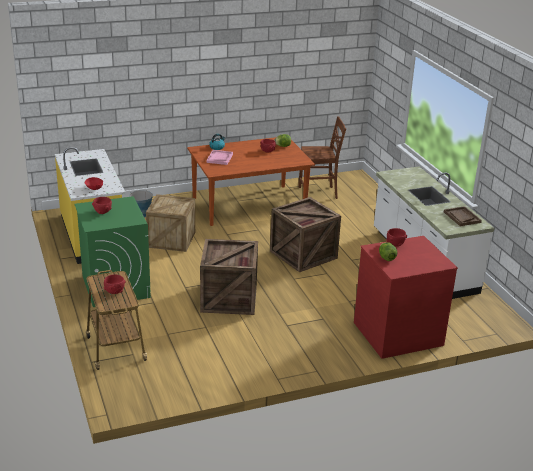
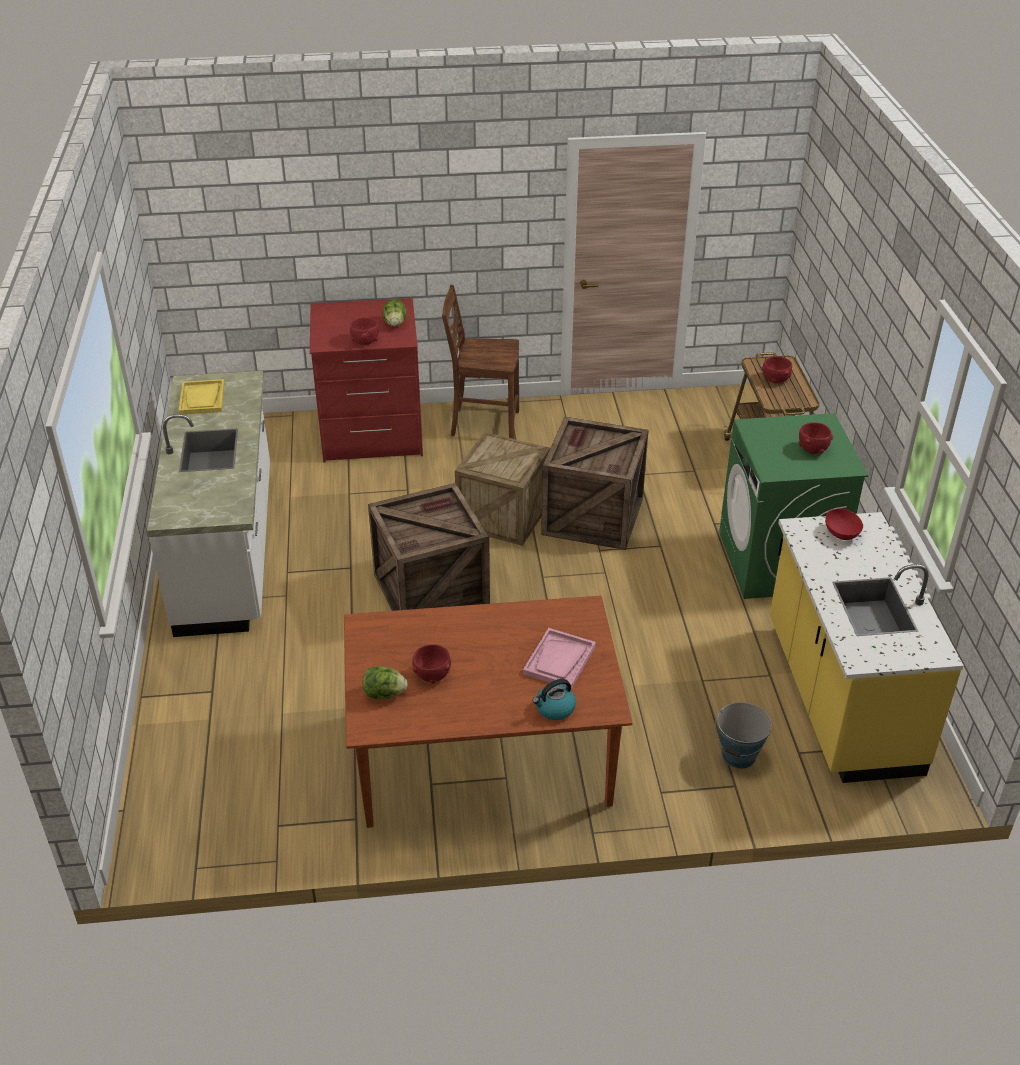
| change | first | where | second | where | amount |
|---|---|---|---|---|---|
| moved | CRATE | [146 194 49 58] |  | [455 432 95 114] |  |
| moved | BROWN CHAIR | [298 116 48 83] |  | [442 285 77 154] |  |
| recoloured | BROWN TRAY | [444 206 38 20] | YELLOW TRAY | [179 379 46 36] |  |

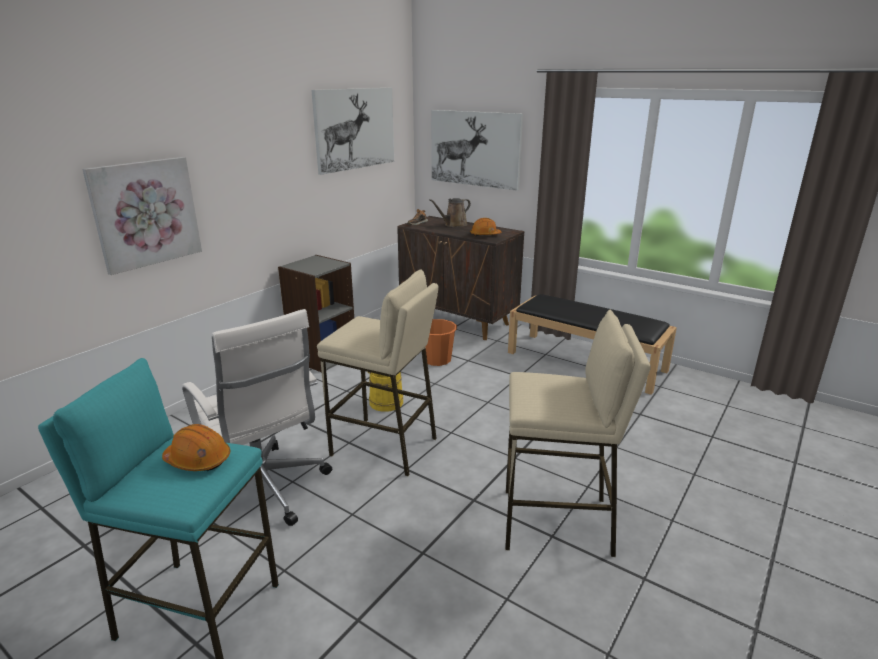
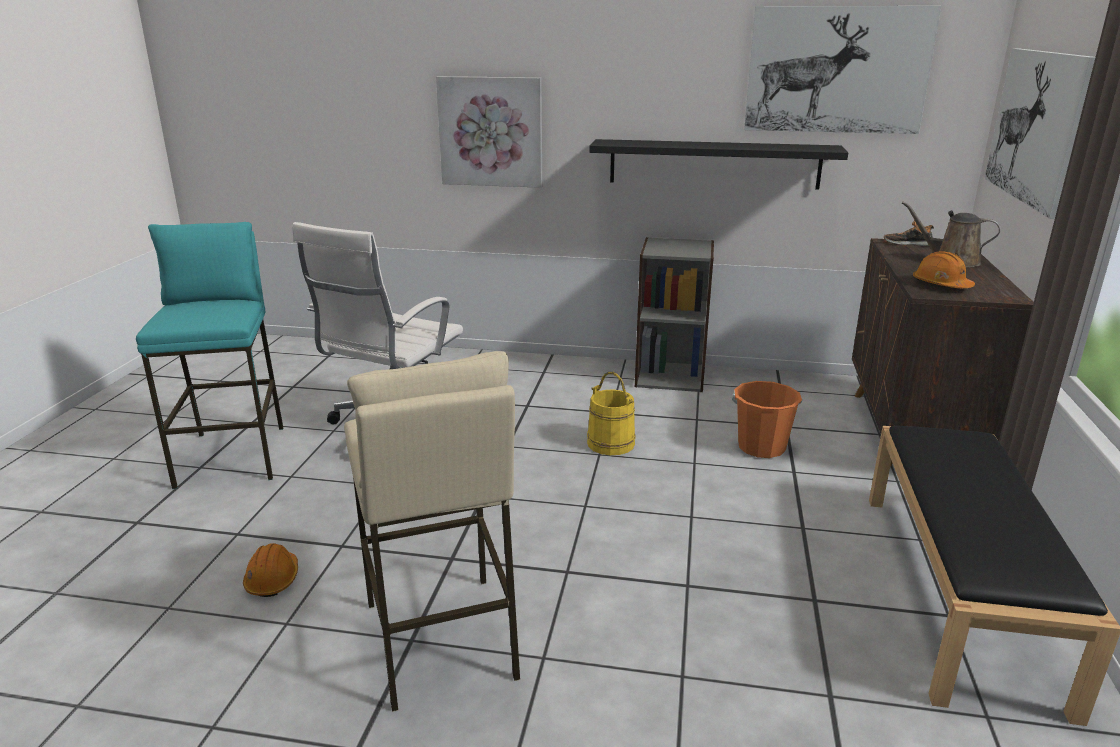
| change | first | where | second | where | amount |
|---|---|---|---|---|---|
| moved | ORANGE HARD HAT | [162 424 68 47] |  | [243 543 55 54] |  |
| removed | BEIGE STOOL | [317 269 122 207] |  |  |  |
| added |  |  | BLACK SHELF | [589 139 259 50] |  |

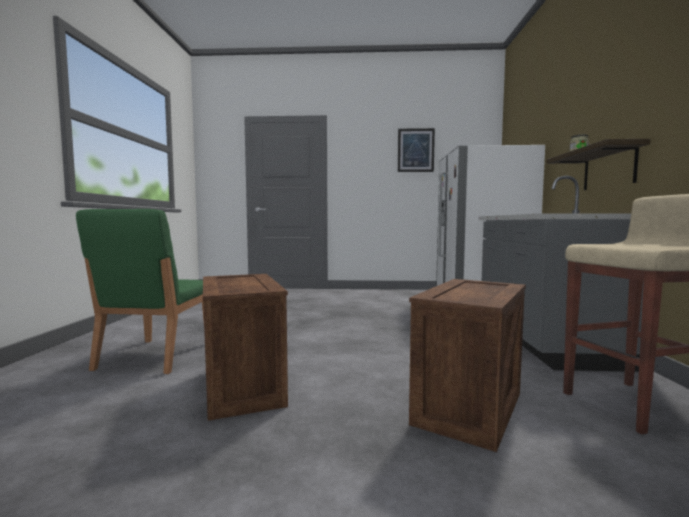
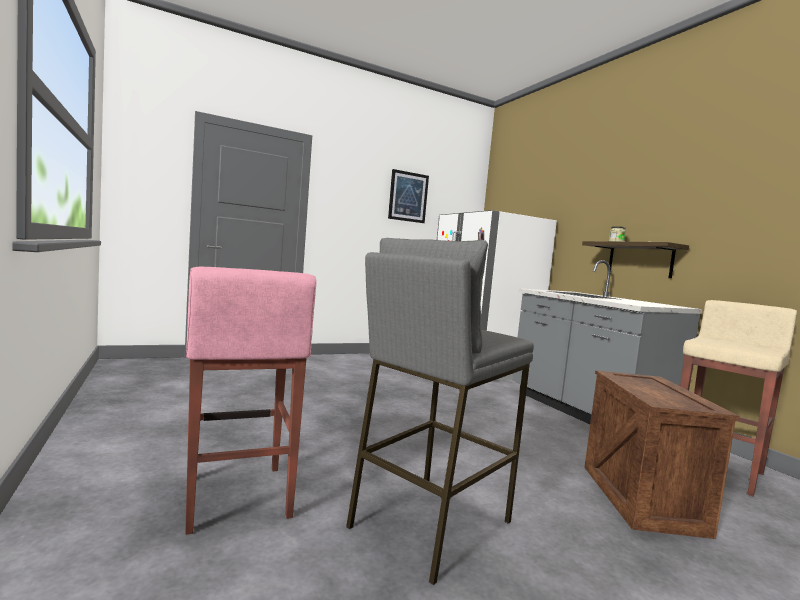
| change | first | where | second | where | amount |
|---|---|---|---|---|---|
| replaced | GREEN CHAIR | [76 209 128 165] | PINK STOOL | [185 267 132 268] |  |
| replaced | CRATE | [203 274 85 147] | GREY STOOL | [346 238 188 347] |  |

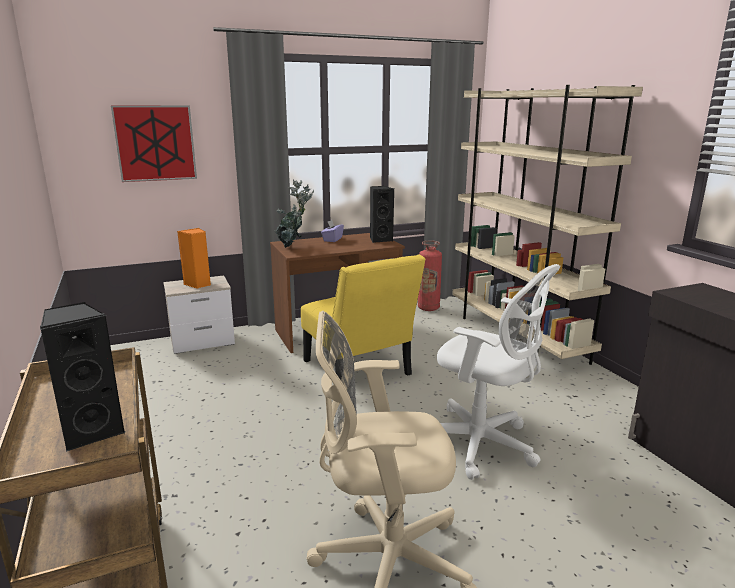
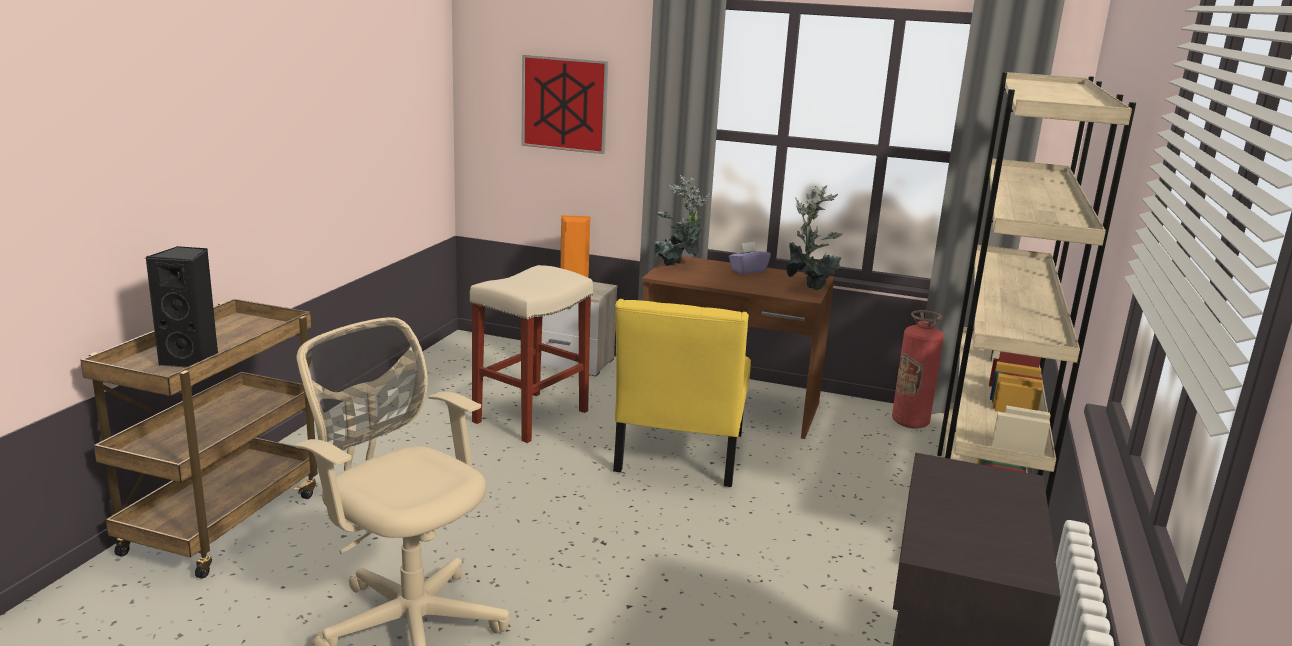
| change | first | where | second | where | amount |
|---|---|---|---|---|---|
| replaced | BLACK SPEAKER | [370 186 24 57] | POTTED PLANT | [786 185 57 106] |  |
| removed | WHITE OFFICE CHAIR | [437 264 124 216] |  |  |  |
| added |  |  | BEIGE STOOL | [470 265 123 178] |  |

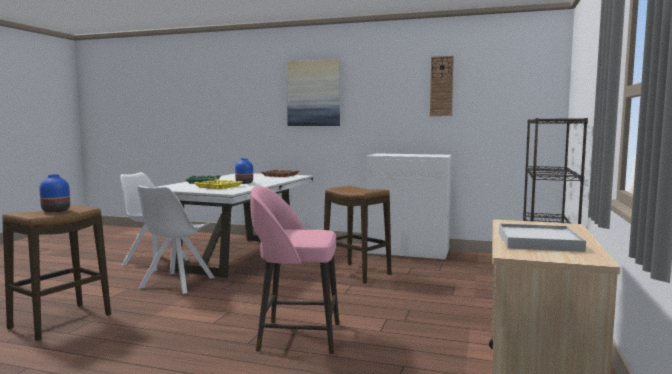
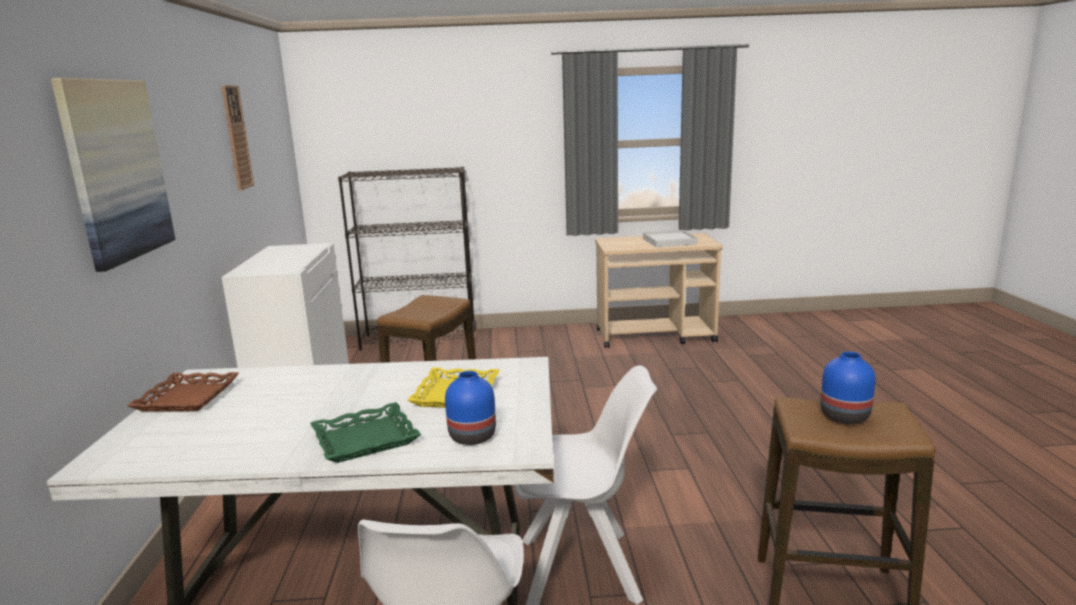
| change | first | where | second | where | amount |
|---|---|---|---|---|---|
| moved | BLUE VASE | [235 158 18 26] |  | [445 371 51 74] |  |
| removed | PINK STOOL | [250 186 89 169] |  |  |  |

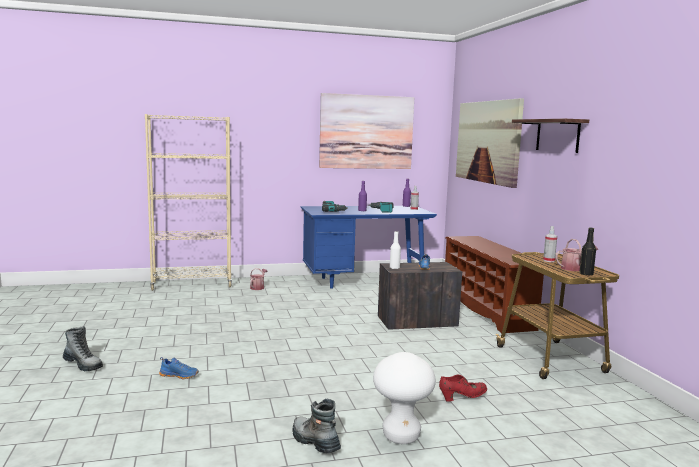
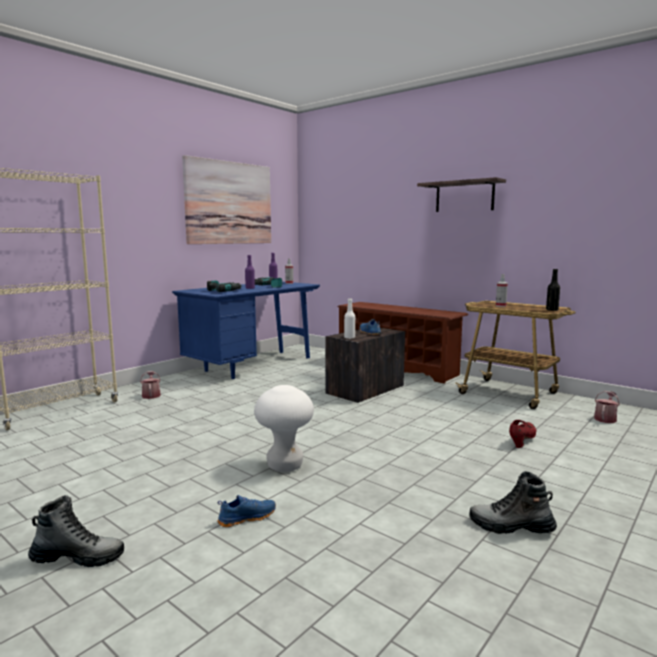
| change | first | where | second | where | amount |
|---|---|---|---|---|---|
| moved | WHITE STOOL | [373 352 63 92] |  | [254 385 60 87] |  |
| removed | PICTURE | [456 98 68 90] |  |  |  |
| moved | WATERING CAN | [555 239 43 32] |  | [594 391 26 32] |  |

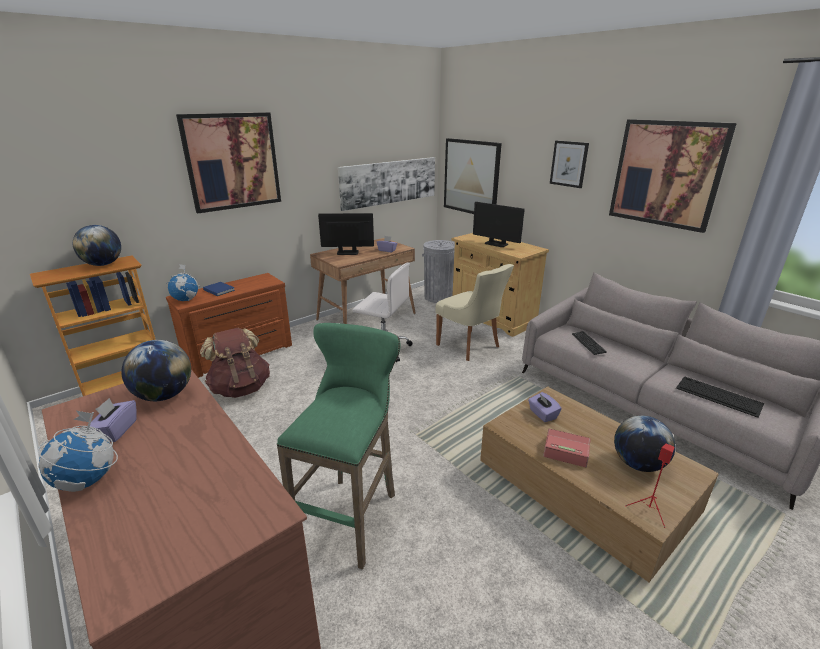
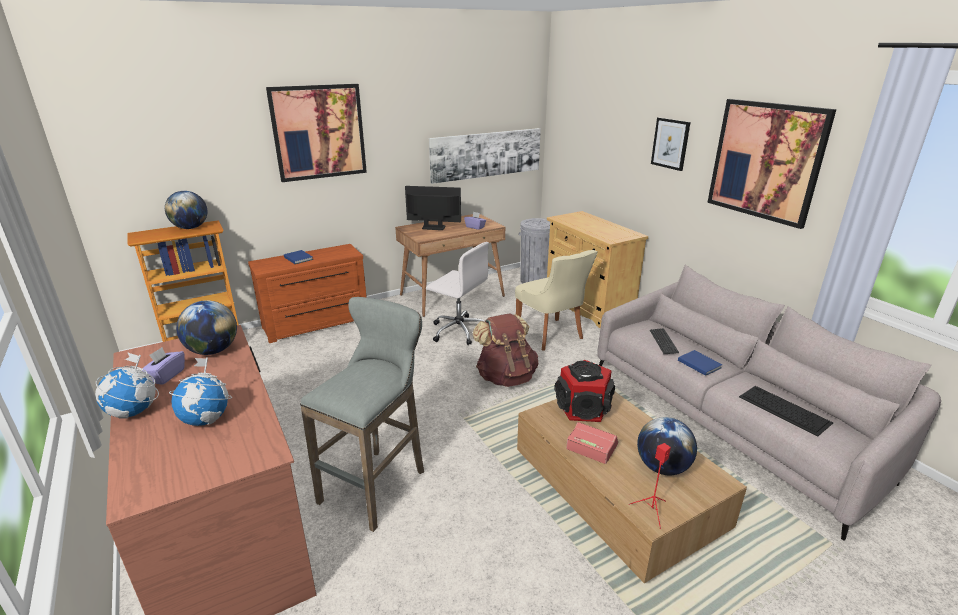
| change | first | where | second | where | amount |
|---|---|---|---|---|---|
| moved | GLOBE | [166 264 33 37] |  | [169 357 63 69] |  |
| moved | BROWN BACKPACK | [200 328 70 70] |  | [473 313 65 74] |  |
| recoloured | GREEN STOOL | [277 323 123 246] | GREY STOOL | [300 297 124 235] |  |
| removed | PICTURE | [444 138 58 76] |  |  |  |
| removed | MONITOR | [473 202 52 45] |  |  |  |
| replaced | PURPLE TISSUE BOX | [528 392 34 30] | SPEAKER | [555 360 60 62] |  |
| added |  |  | BLUE BOOK | [678 350 45 26] |  |

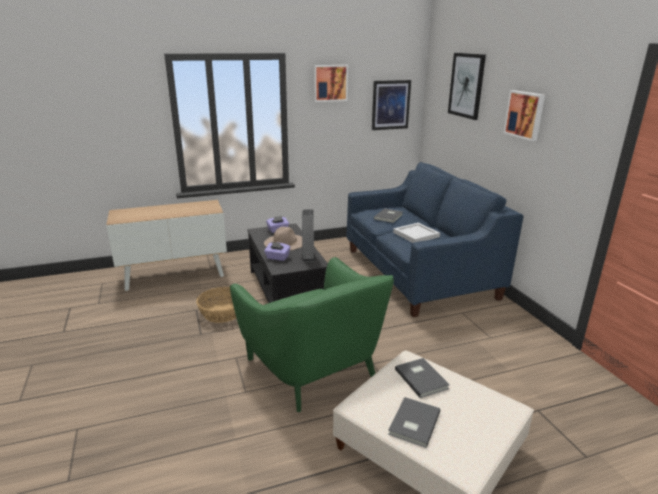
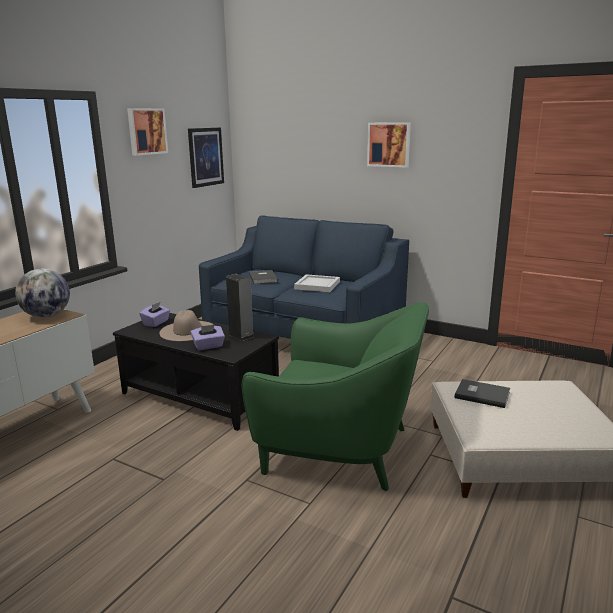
| change | first | where | second | where | amount |
|---|---|---|---|---|---|
| removed | BASKET | [196 287 40 36] |  |  |  |
| removed | GREY BOOK | [388 397 53 51] |  |  |  |
| removed | PICTURE | [448 53 38 67] |  |  |  |
| added |  |  | GLOBE | [15 268 55 50] |  |

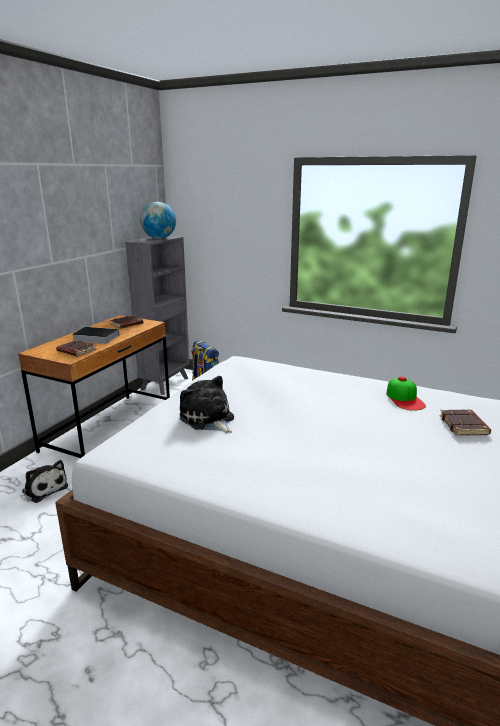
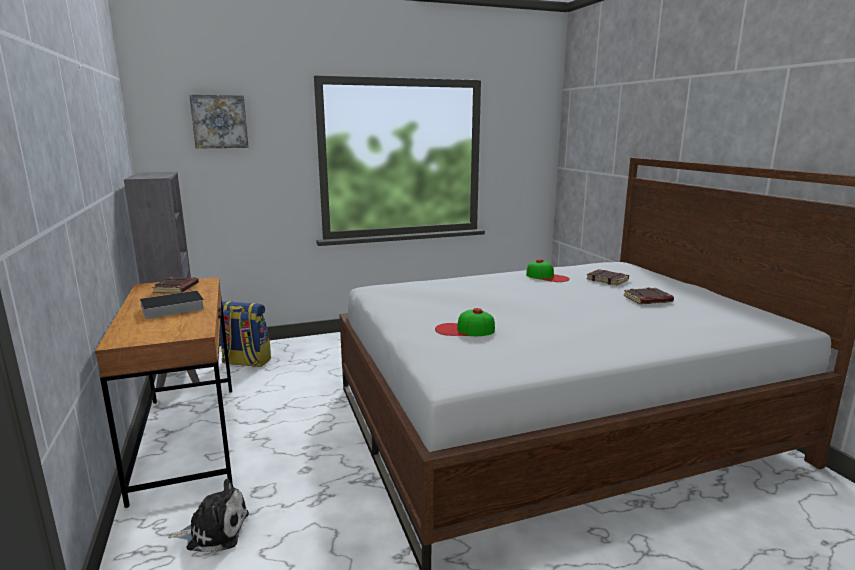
| change | first | where | second | where | amount |
|---|---|---|---|---|---|
| moved | BROWN BOOK | [56 340 41 17] |  | [623 287 51 17] |  |
| removed | GLOBE | [140 202 36 37] |  |  |  |
| replaced | PLUSH TOY | [180 376 54 57] | CAP | [435 308 60 28] |  |
| added |  |  | PICTURE | [189 95 59 54] |  |

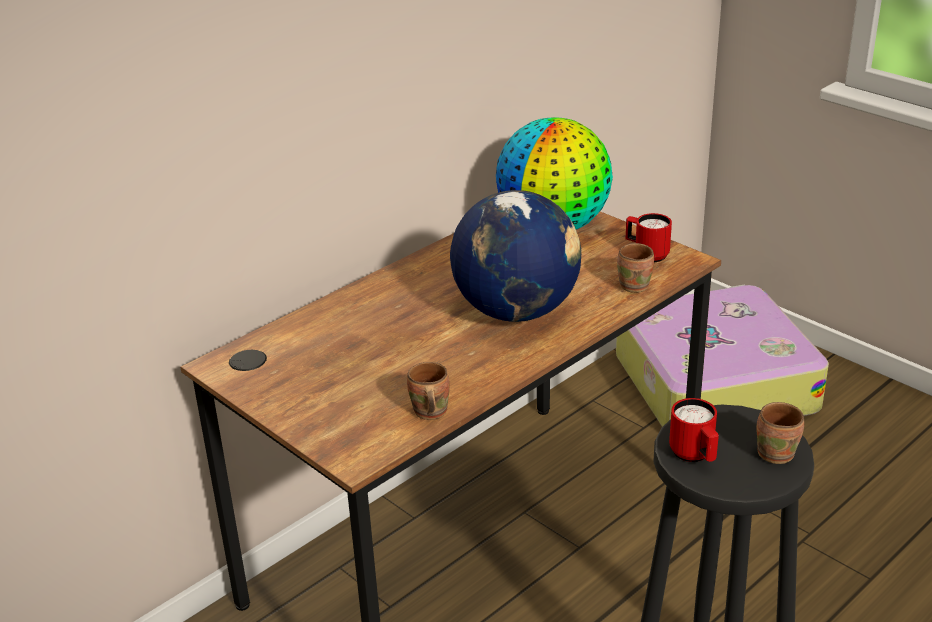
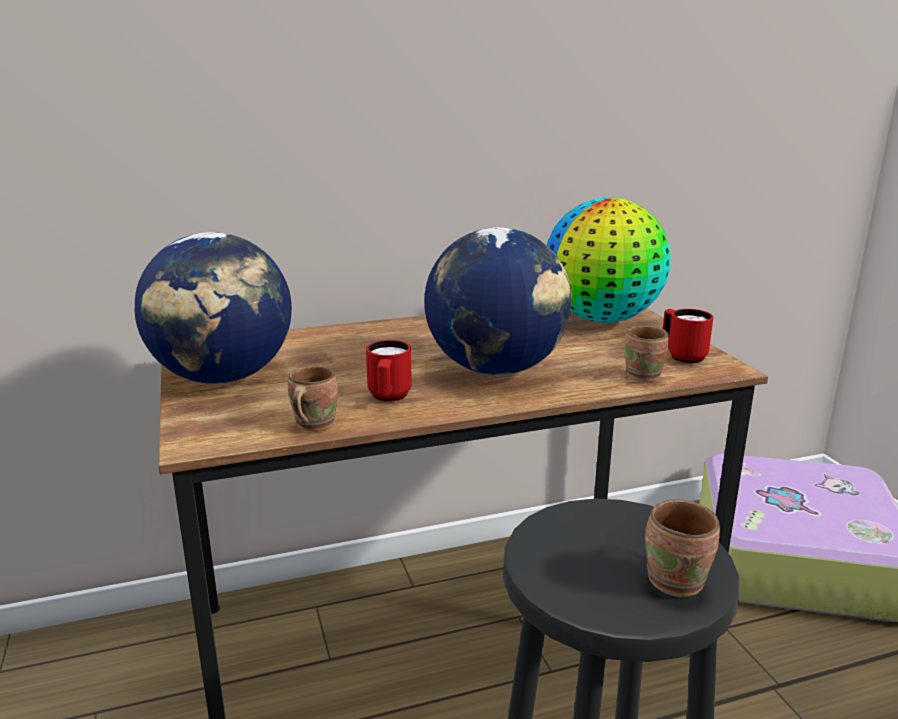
| change | first | where | second | where | amount |
|---|---|---|---|---|---|
| moved | RED MUG | [669 398 50 64] |  | [366 340 46 62] |  |
| added |  |  | GLOBE | [135 232 157 152] |  |

